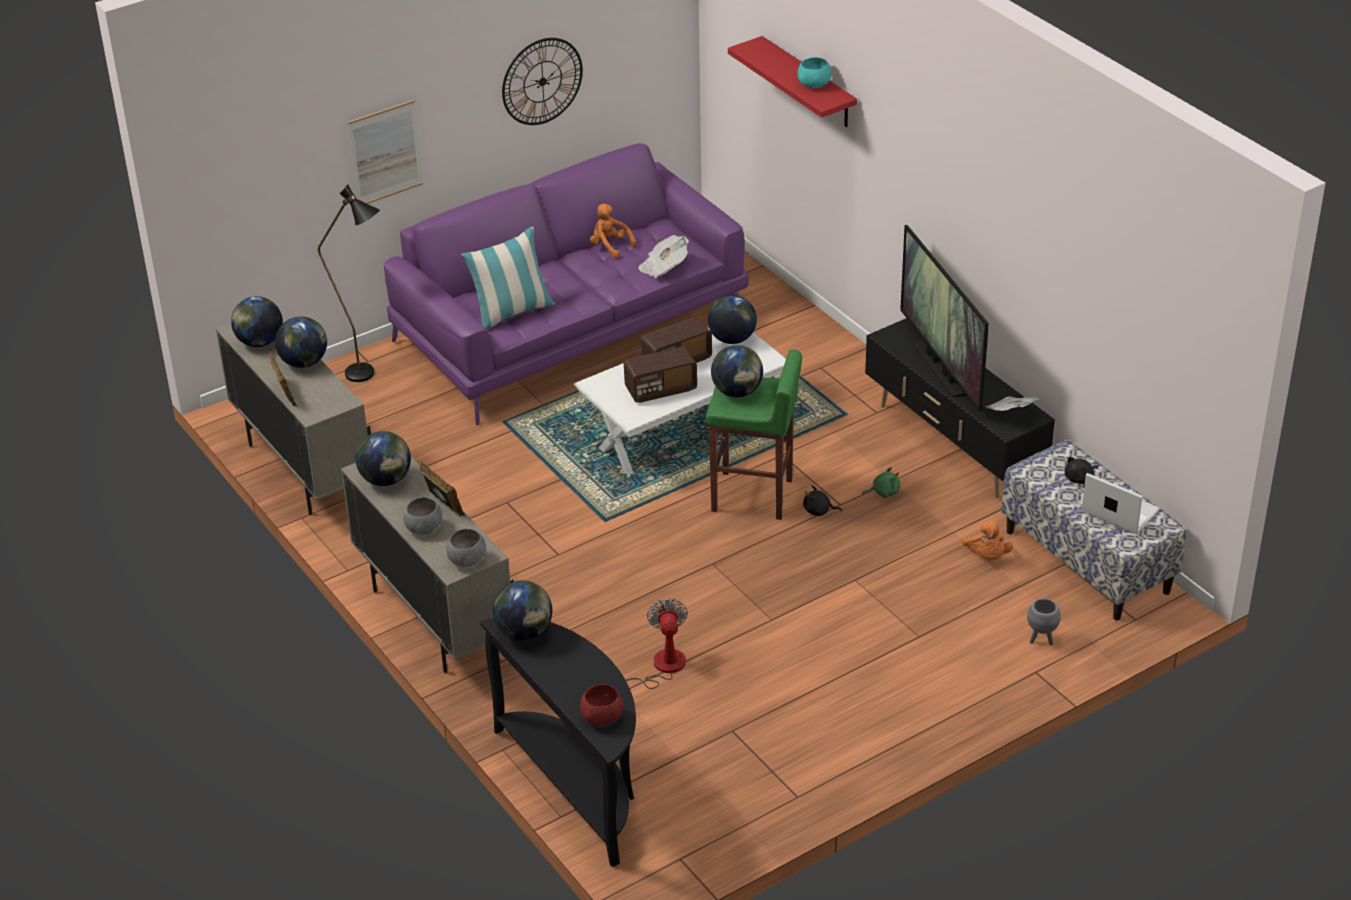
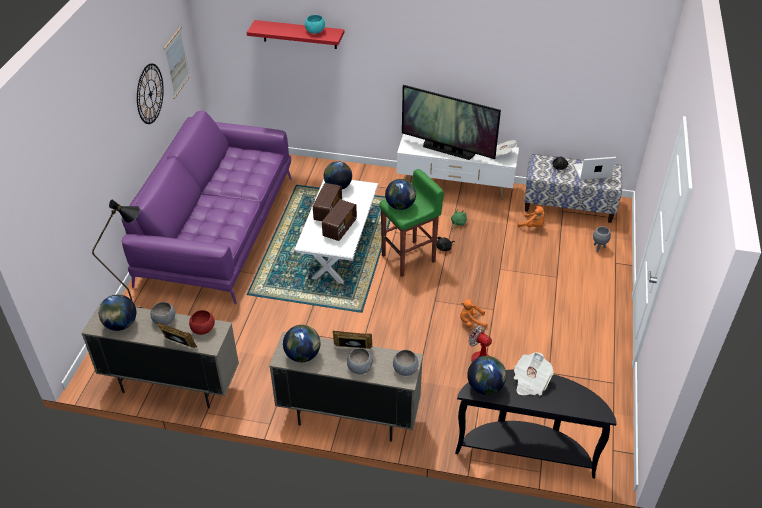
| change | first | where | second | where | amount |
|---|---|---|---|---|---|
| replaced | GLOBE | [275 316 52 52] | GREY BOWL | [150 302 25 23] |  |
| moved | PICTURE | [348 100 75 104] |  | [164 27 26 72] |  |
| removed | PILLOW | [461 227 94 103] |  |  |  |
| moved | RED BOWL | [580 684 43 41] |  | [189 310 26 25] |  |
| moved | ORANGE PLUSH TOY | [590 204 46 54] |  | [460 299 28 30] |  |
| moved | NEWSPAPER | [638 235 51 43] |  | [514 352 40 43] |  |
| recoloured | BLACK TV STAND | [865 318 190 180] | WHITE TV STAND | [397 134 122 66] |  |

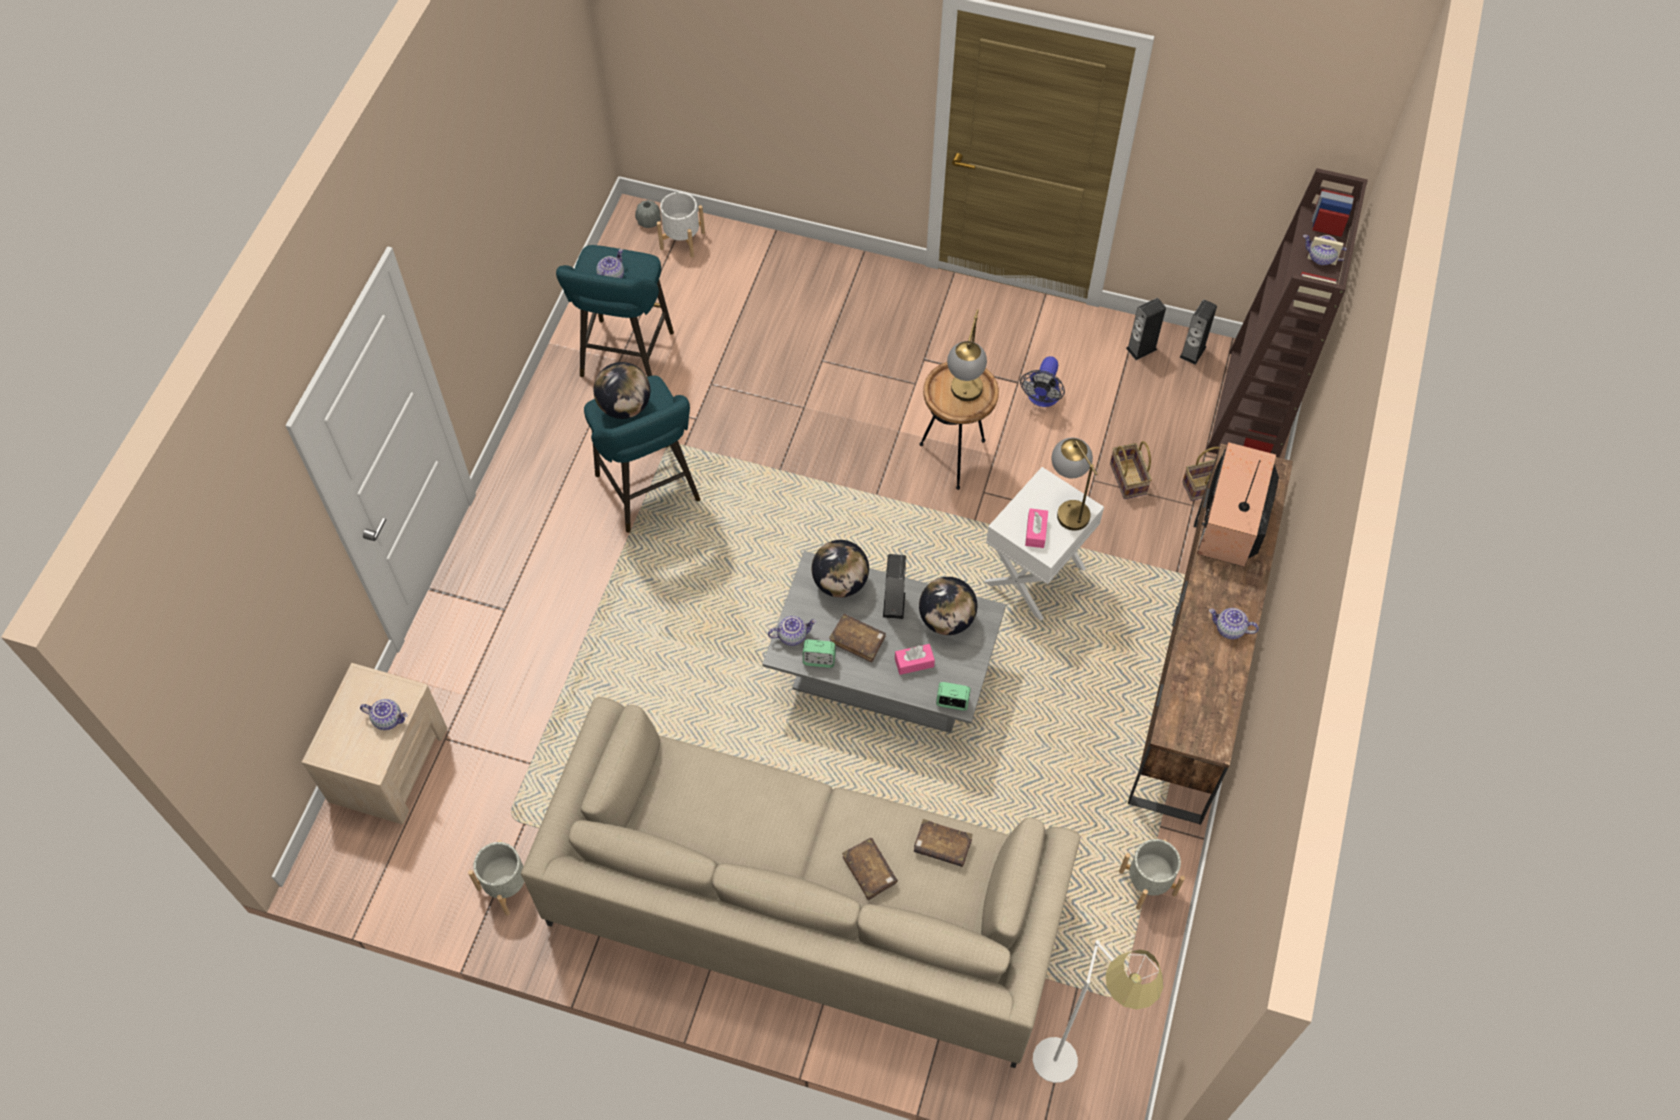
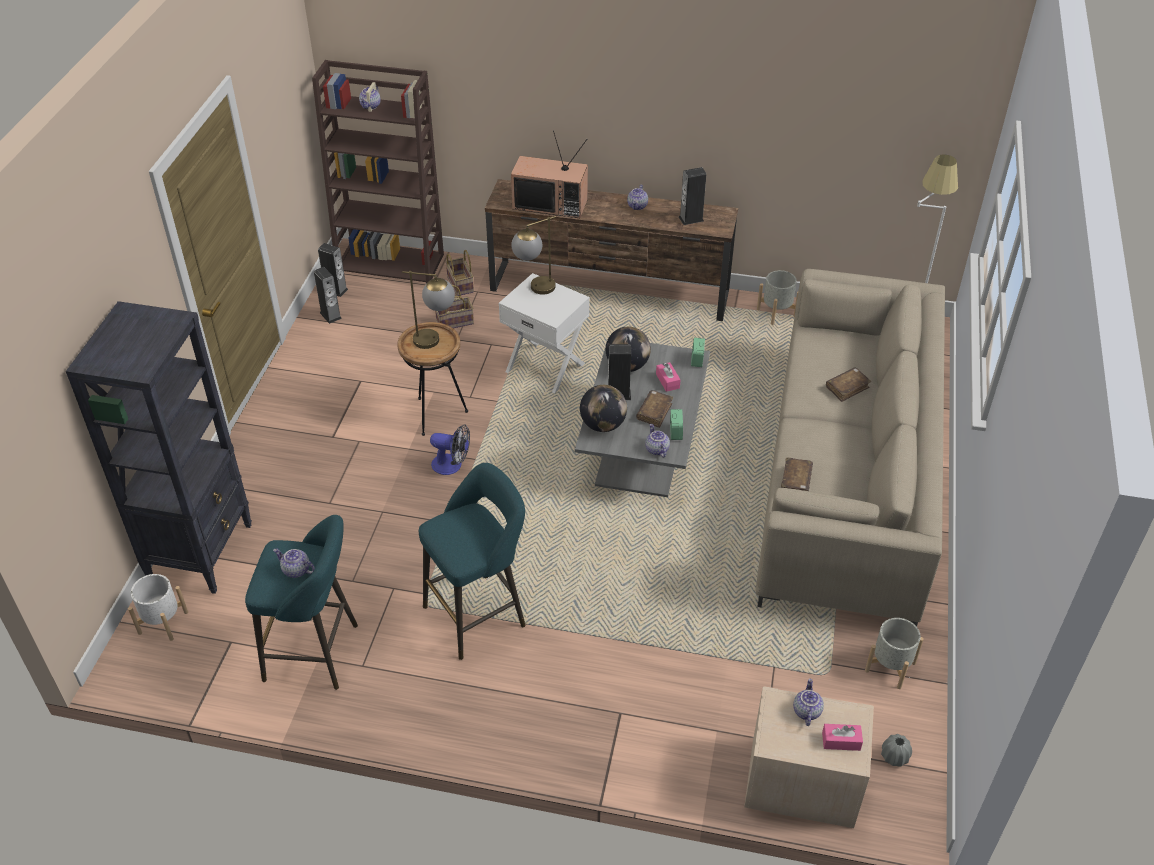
| change | first | where | second | where | amount |
|---|---|---|---|---|---|
| removed | GLOBE | [593 362 57 57] |  |  |  |
| moved | GREY VASE | [635 200 26 28] |  | [881 734 31 33] |  |
| moved | BROWN BOOK | [914 819 59 48] |  | [781 457 32 34] |  |
| moved | FAN | [1020 356 45 51] |  | [430 424 40 51] |  |
| moved | PINK TISSUE BOX | [1025 508 23 40] |  | [822 724 41 27] |  |
| added |  |  | BLACK BOOKCASE | [66 301 186 293] |  |
| added |  |  | SPEAKER | [679 167 27 58] |  |

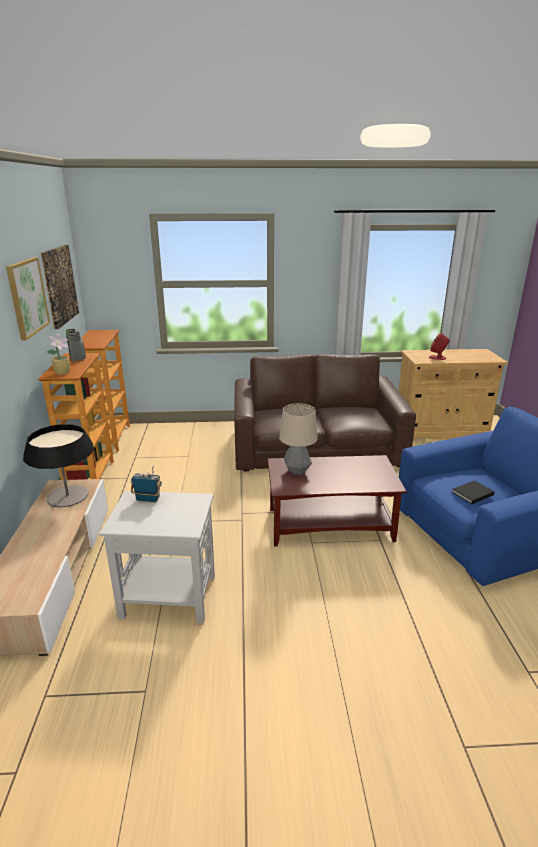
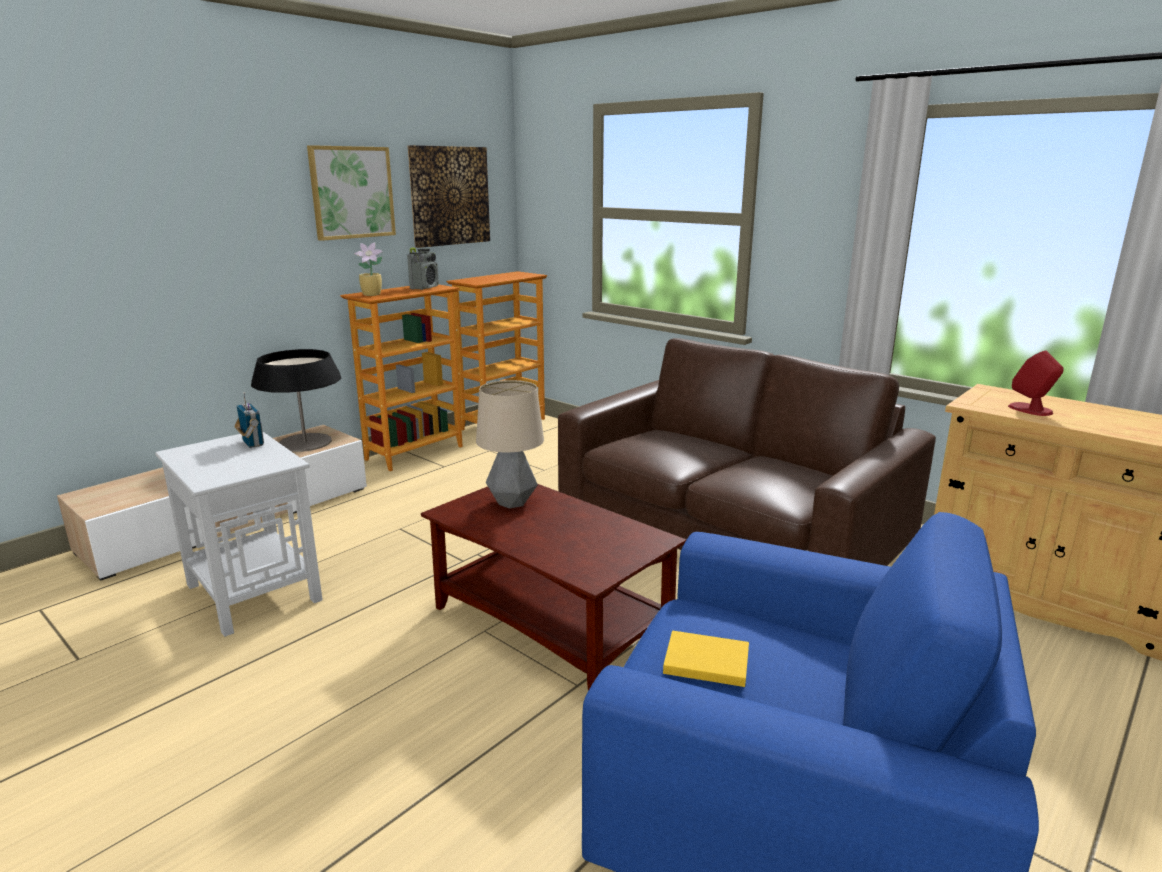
| change | first | where | second | where | amount |
|---|---|---|---|---|---|
| recoloured | BLACK BOOK | [452 480 43 24] | YELLOW BOOK | [663 630 86 57] |  |

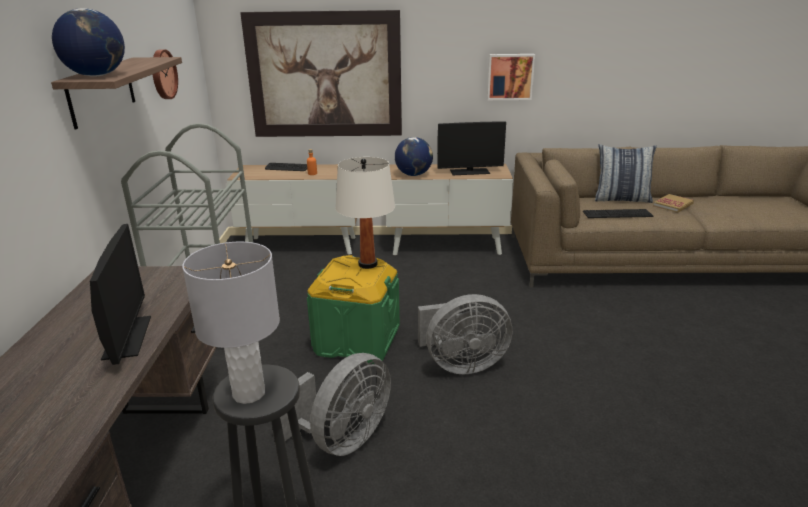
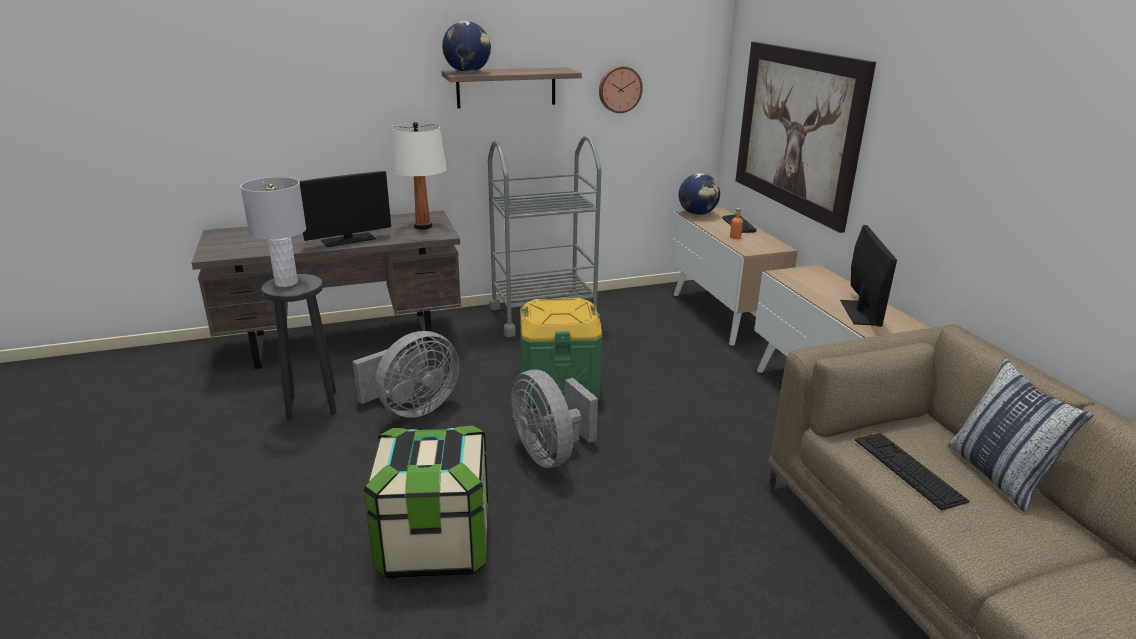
| change | first | where | second | where | amount |
|---|---|---|---|---|---|
| turned | GREY FAN | [280 353 111 103] |  | [353 331 106 87] | 60 degrees counterclockwise |
| moved | WHITE TABLE LAMP | [336 157 59 112] |  | [390 122 57 108] |  |
| moved | GLOBE | [395 137 38 39] |  | [679 173 41 42] |  |
| turned | MONITOR | [437 121 69 54] |  | [840 225 57 102] | 150 degrees counterclockwise |
| removed | PICTURE | [487 54 48 46] |  |  |  |
| removed | BOOK | [653 194 41 19] |  |  |  |
| added |  |  | STORAGE BOX | [364 425 124 154] |  |

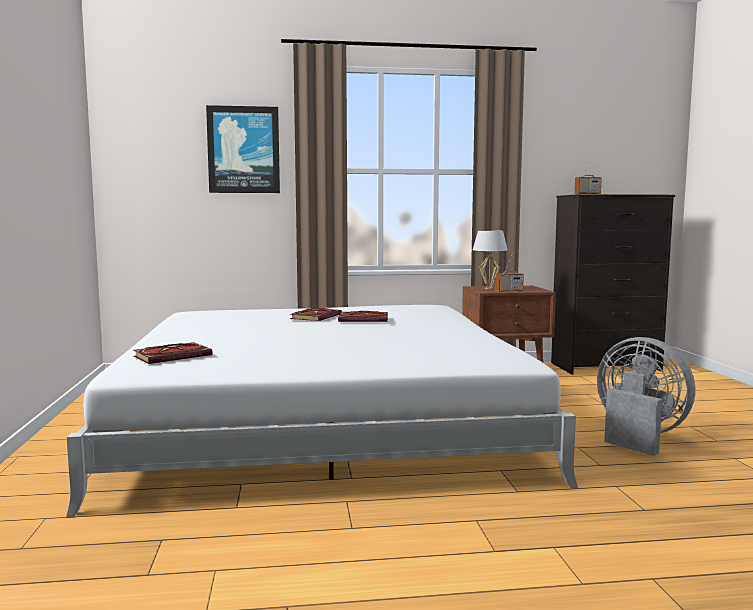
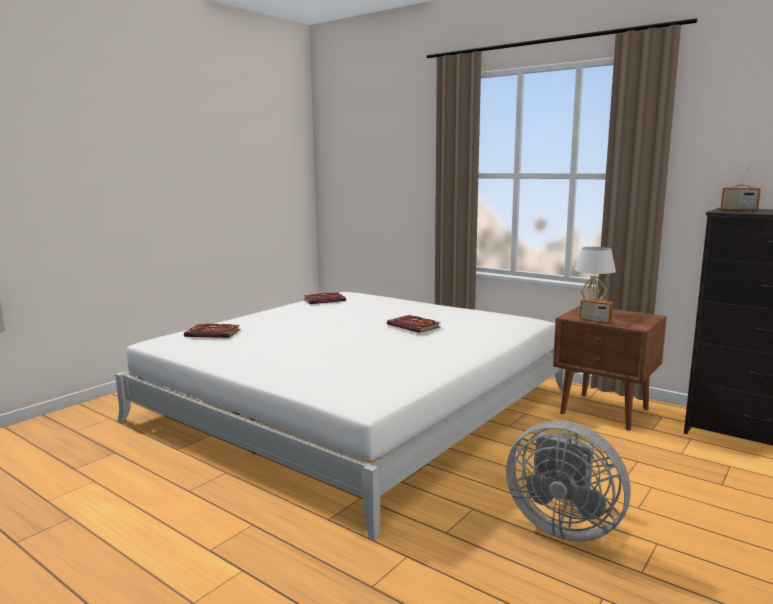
| change | first | where | second | where | amount |
|---|---|---|---|---|---|
| removed | PICTURE | [206 105 74 88] |  |  |  |
| moved | BOOK | [290 308 52 13] |  | [303 292 43 12] |  |
| turned | GREY FAN | [597 337 99 119] |  | [506 421 125 121] | 120 degrees clockwise |

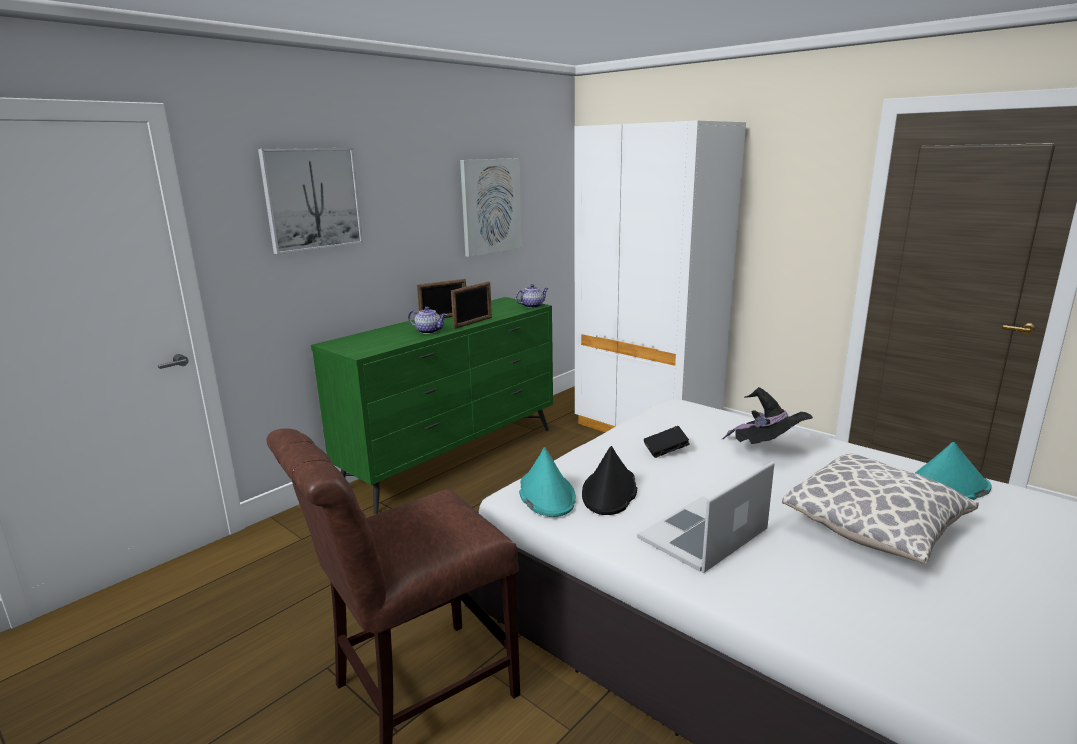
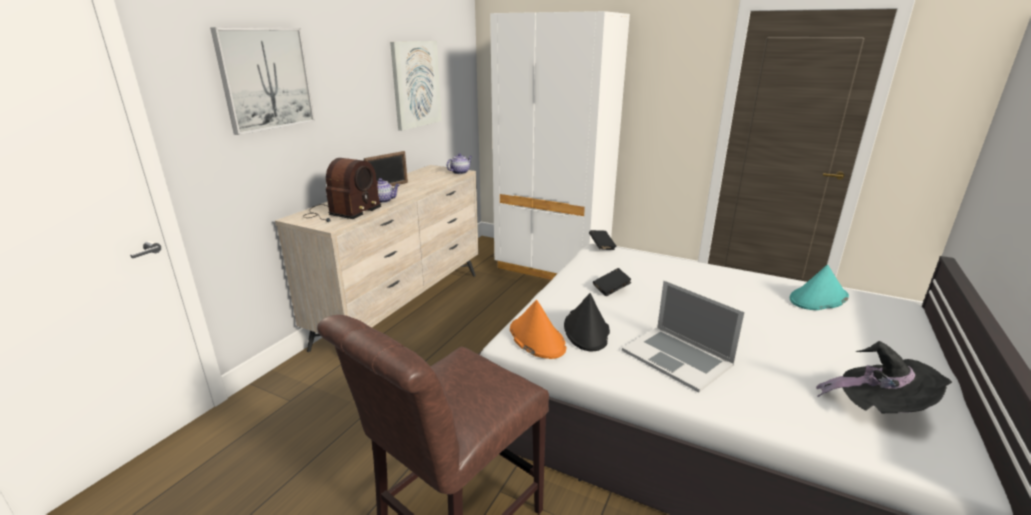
| change | first | where | second | where | amount |
|---|---|---|---|---|---|
| recoloured | GREEN DRESSER | [311 297 242 217] | BEIGE DRESSER | [275 165 204 187] |  |
| removed | PICTURE FRAME | [451 281 41 48] |  |  |  |
| recoloured | TURQUOISE HAT | [519 447 57 70] | ORANGE HAT | [510 300 56 59] |  |
| turned | LAPTOP | [637 461 137 112] |  | [622 280 123 112] | 75 degrees counterclockwise |
| moved | BLACK HAT | [722 387 91 57] |  | [816 341 136 72] |  |
| removed | PILLOW | [782 454 197 110] |  |  |  |
| added |  |  | RADIO | [303 158 78 64] |  |
| added |  |  | BLACK BOOK | [589 230 27 20] |  |

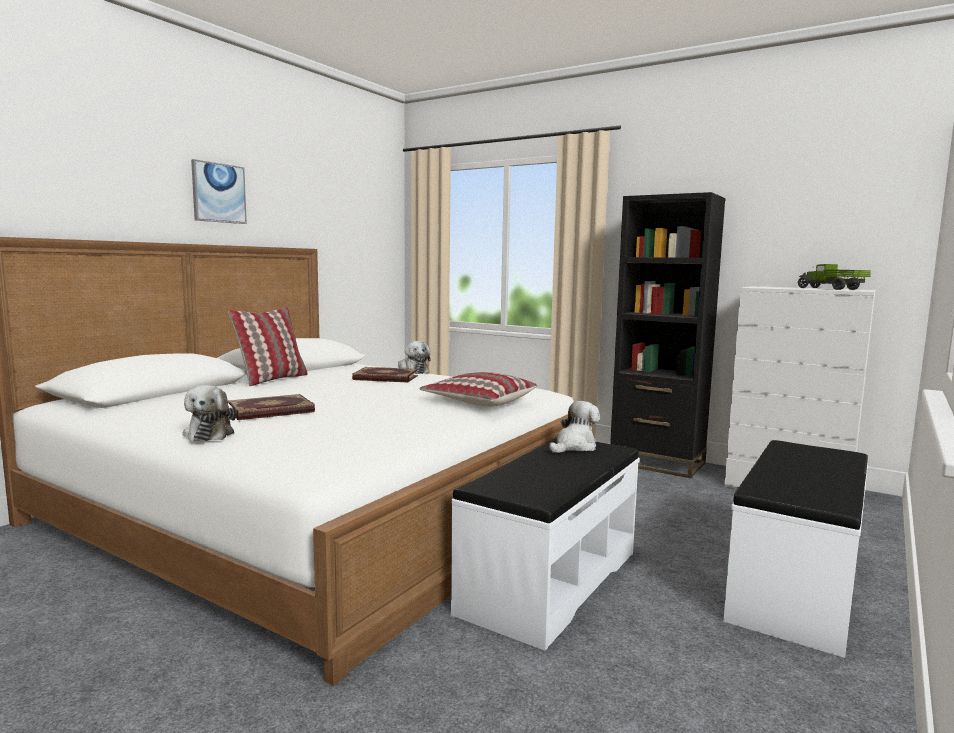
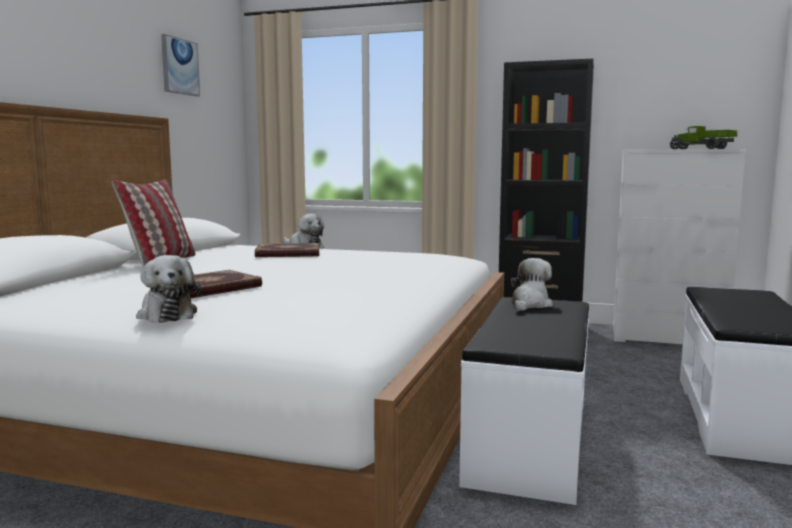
| change | first | where | second | where | amount |
|---|---|---|---|---|---|
| moved | PICTURE | [191 159 56 65] |  | [161 34 39 63] |  |
| removed | PILLOW | [420 372 117 35] |  |  |  |

